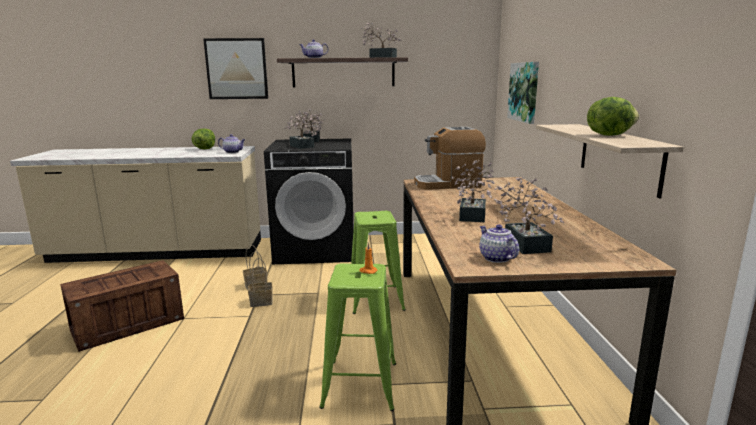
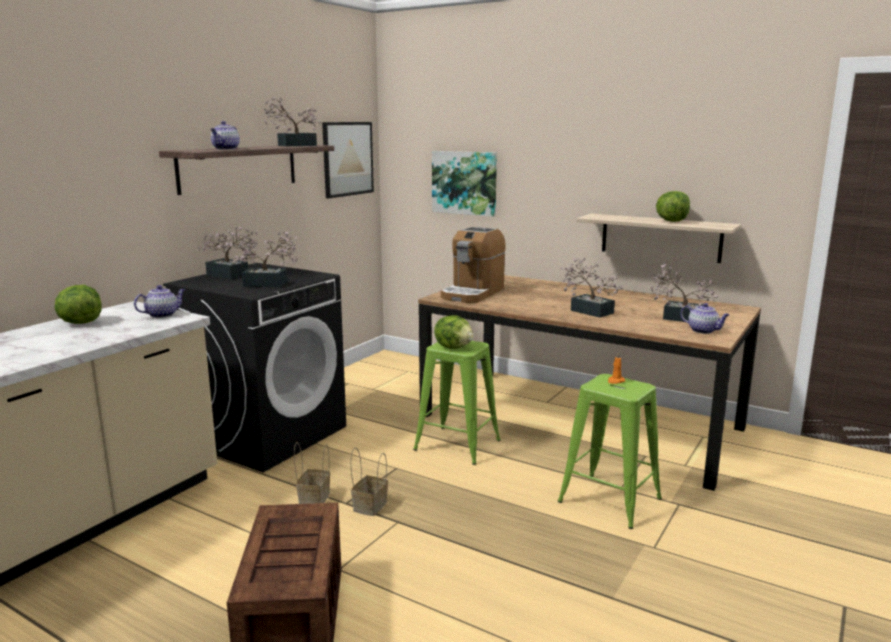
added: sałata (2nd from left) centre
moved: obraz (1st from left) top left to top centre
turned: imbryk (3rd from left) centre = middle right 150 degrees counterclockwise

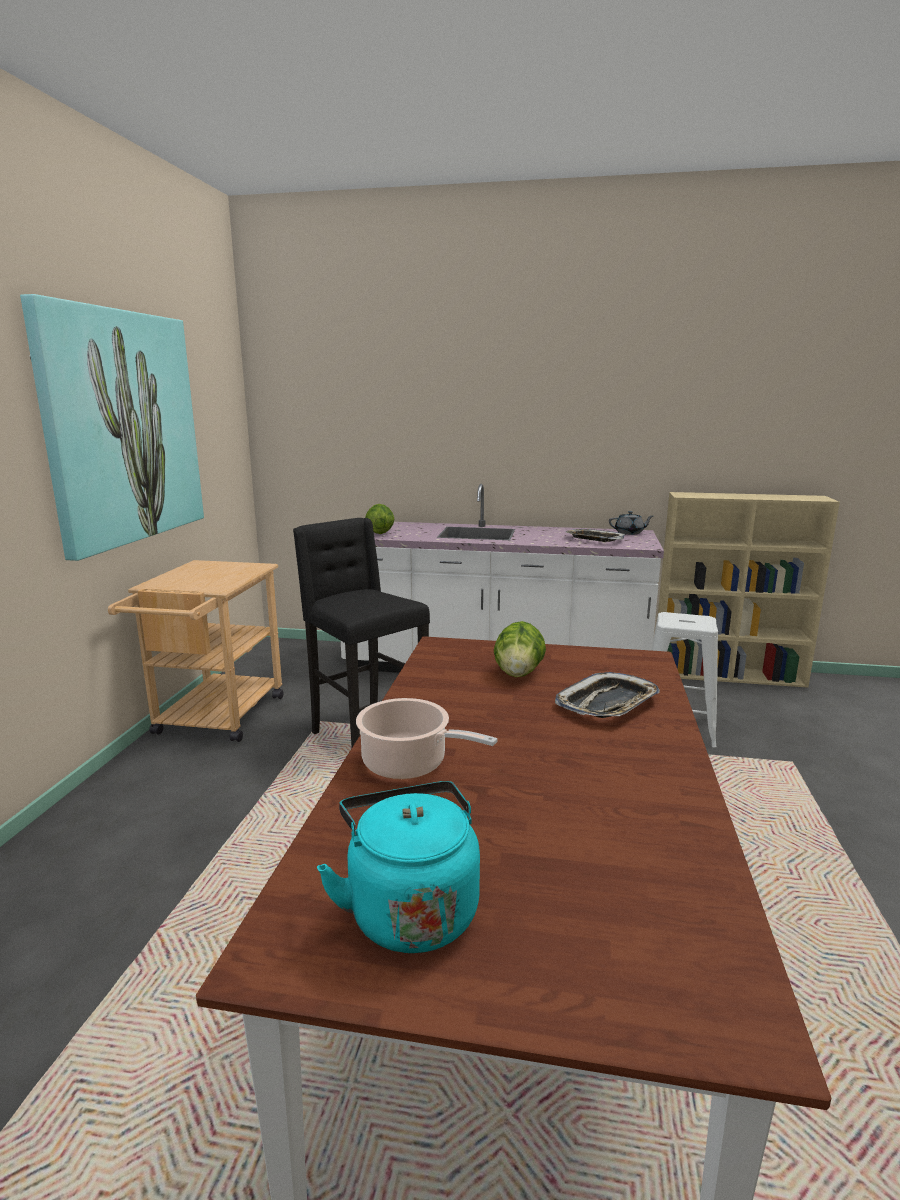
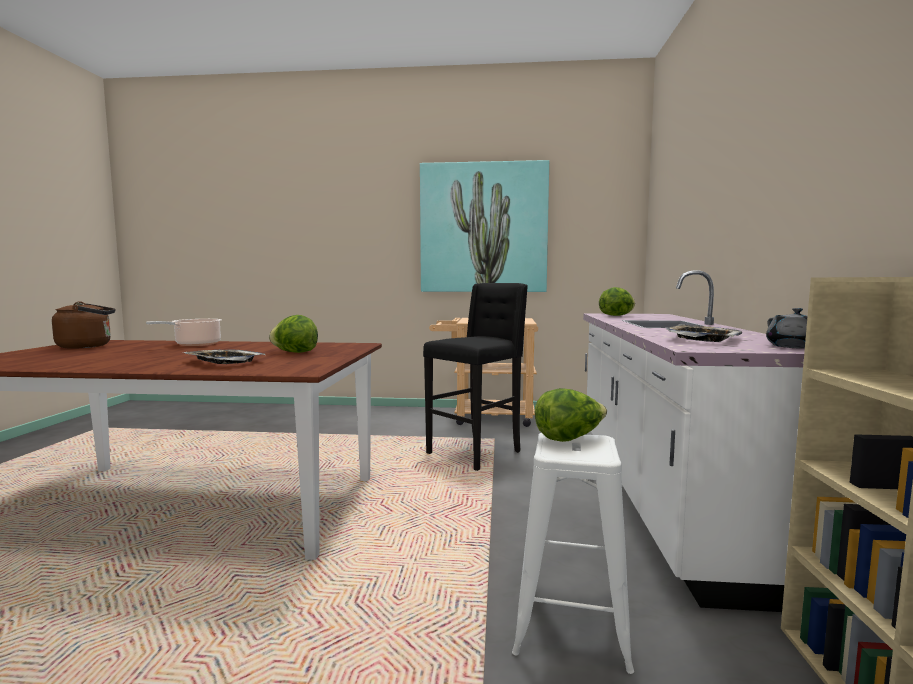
added: sałata (2nd from left) centre
recoloured: czajnik [turkusowy] bottom centre to czajnik [brązowy] middle left

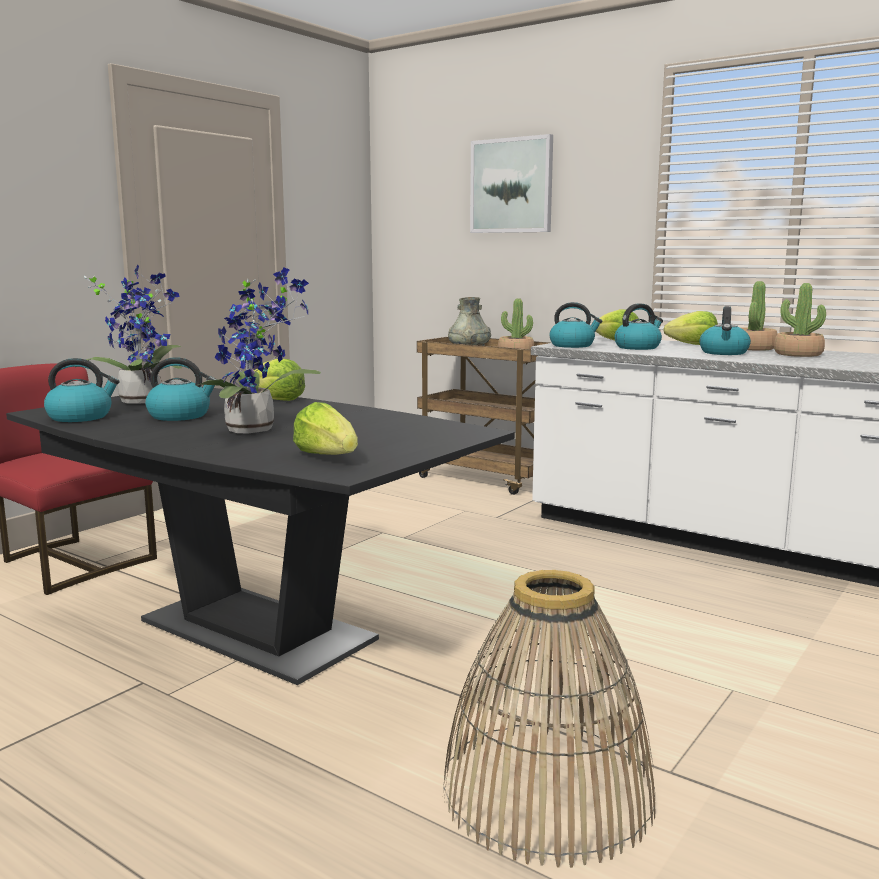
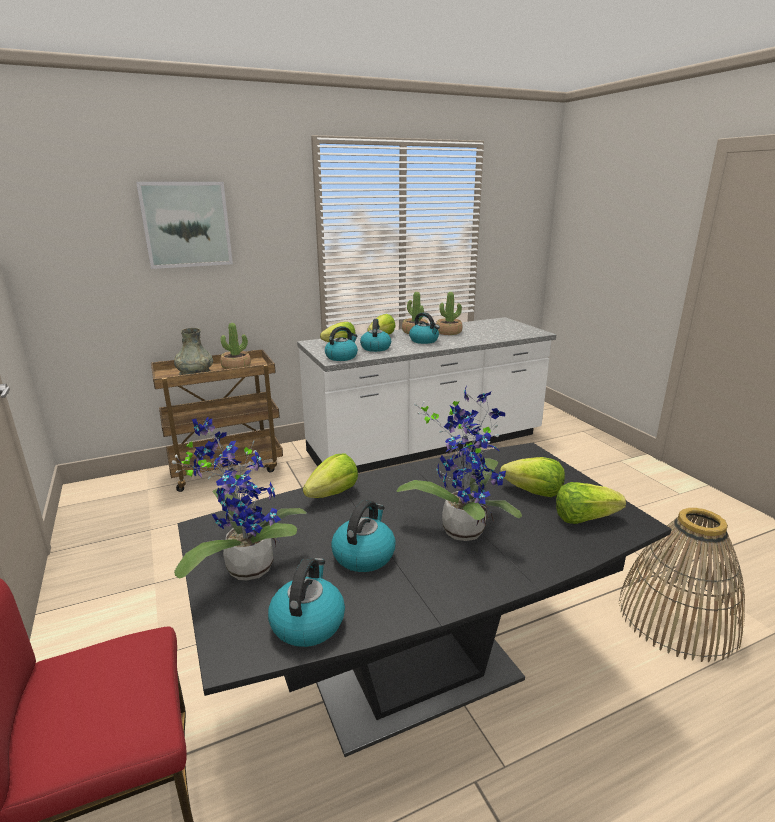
added: sałata (4th from left) middle right

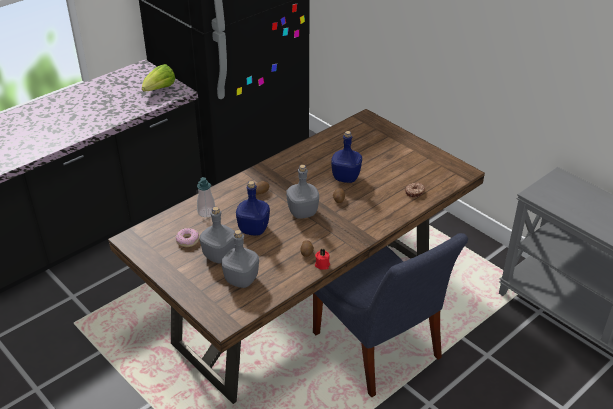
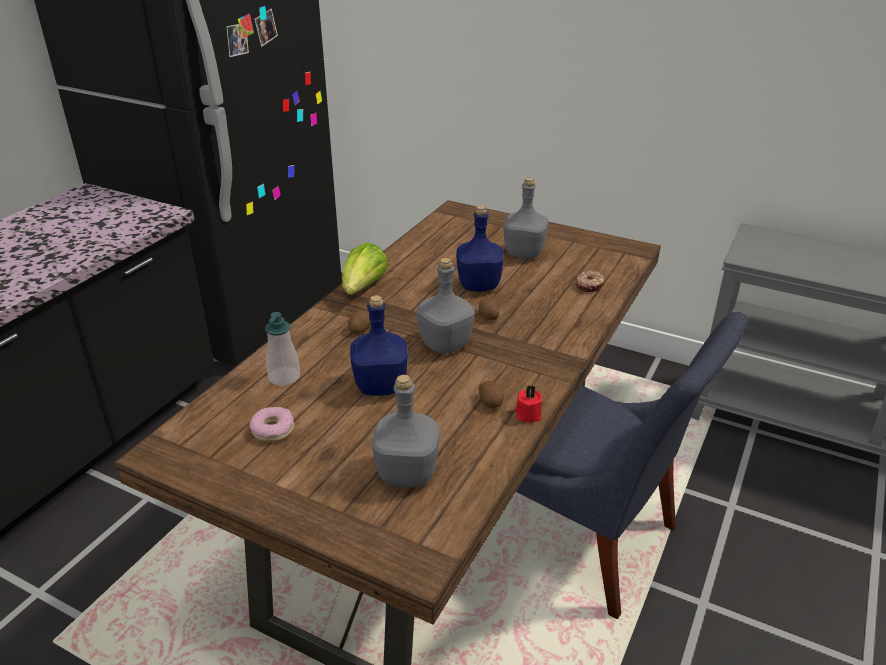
moved: sałata top left to centre; butelka [szary] (1st from left in the first image) centre to butelka [szary] (3rd from left) top centre

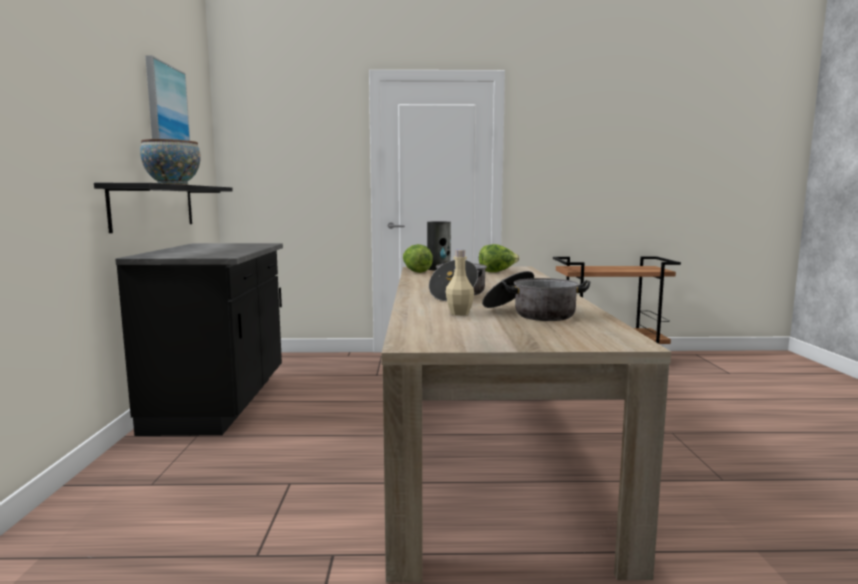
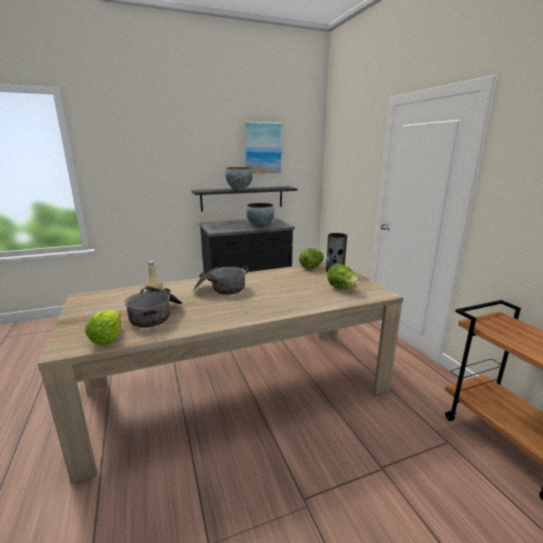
added: sałata (1st from left) middle left; miska (2nd from left) centre

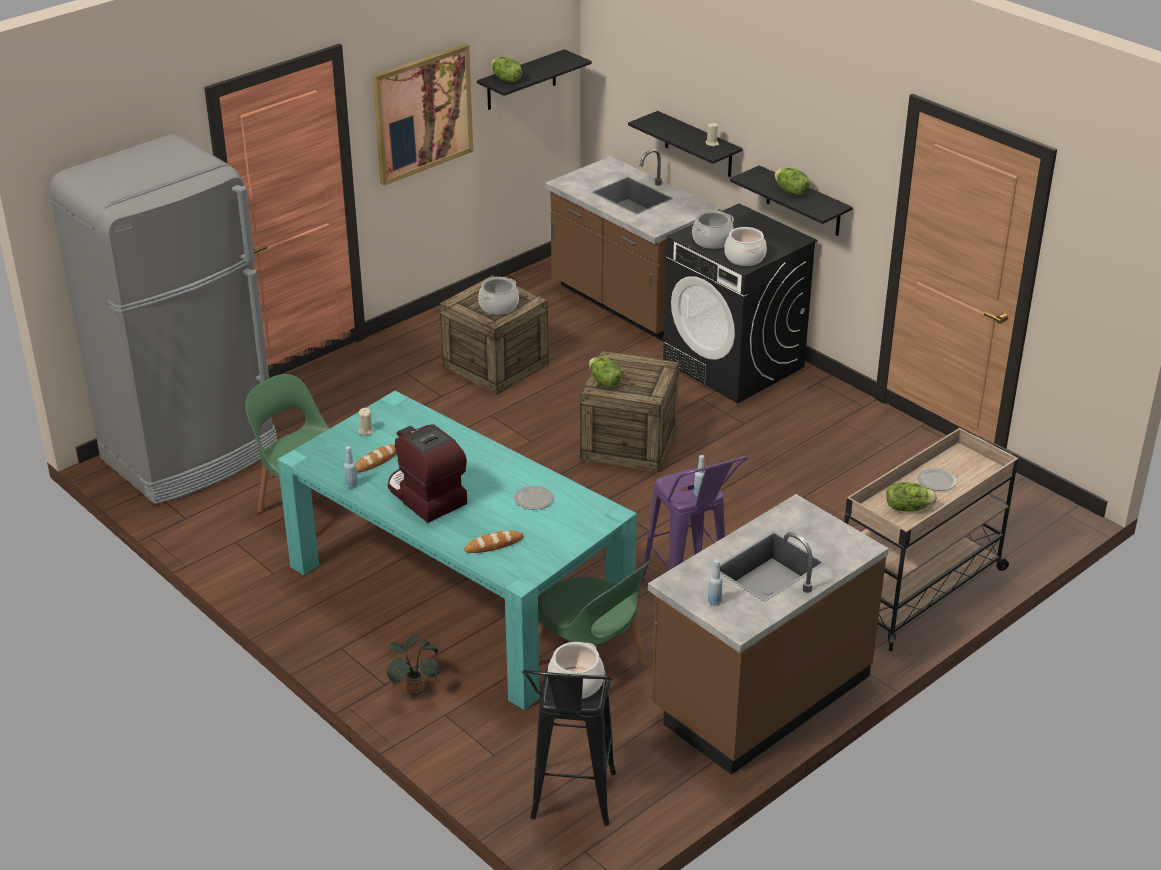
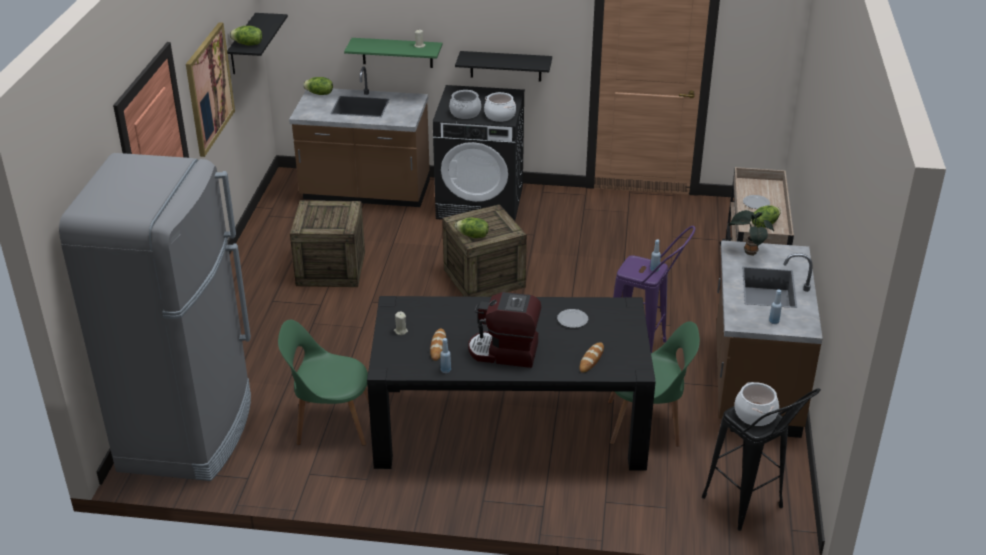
removed: garnek (1st from left) centre
moved: sałata (3rd from left in the first image) top right to sałata (2nd from left) top left; roślina doniczkowa bottom centre to middle right
recoloured: półka [czarny] (2nd from left) top centre to półka [zielony] top centre; stół jadalny [turkusowy] centre to stół jadalny [czarny] bottom centre

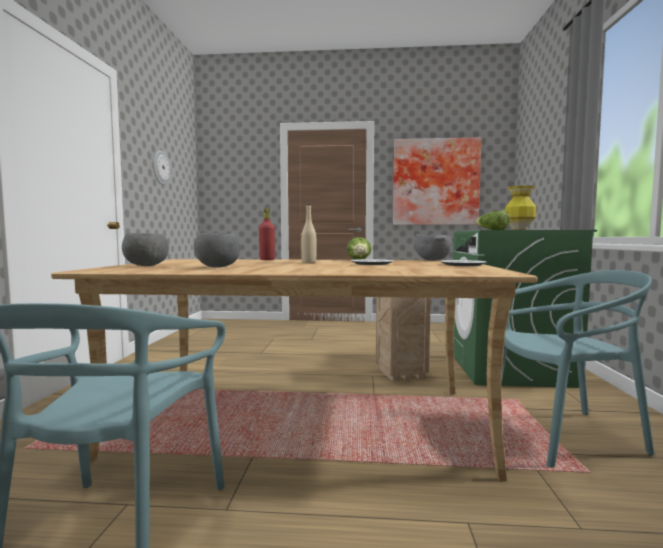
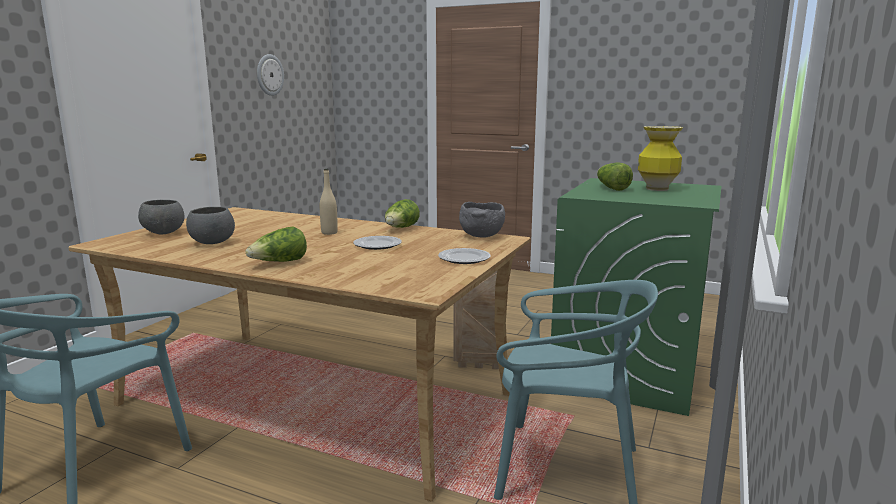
removed: butelka [czerwony] centre; obraz top centre
added: sałata (1st from left) middle left

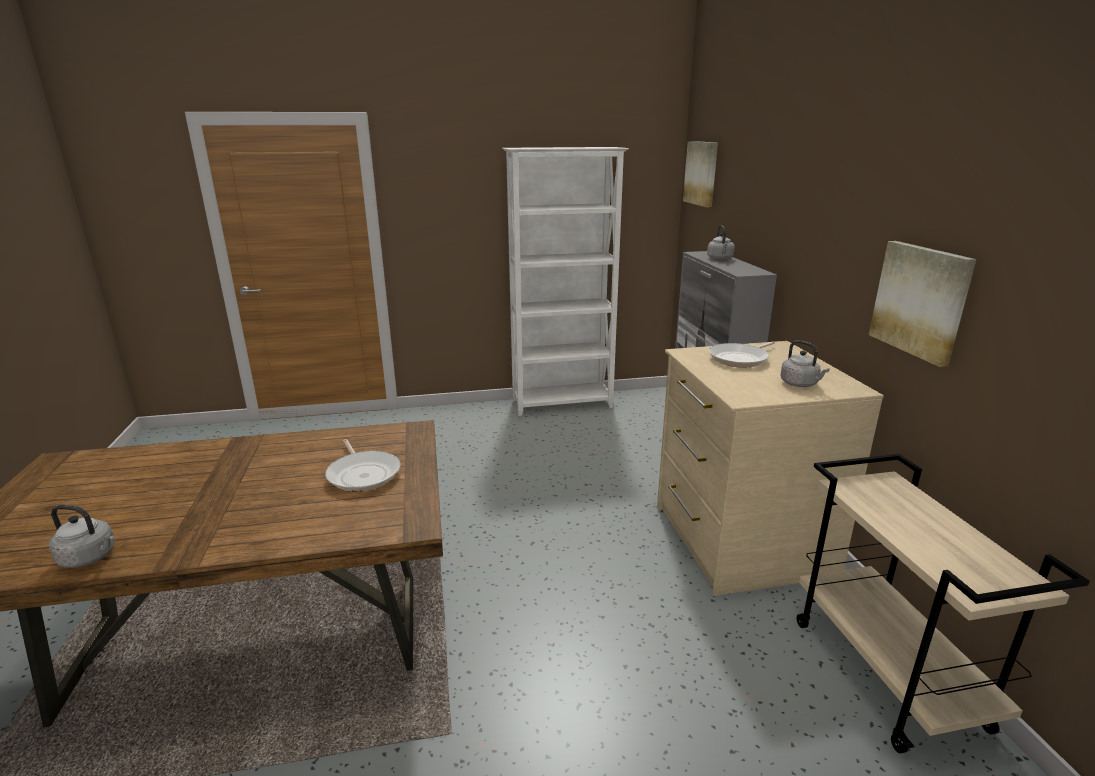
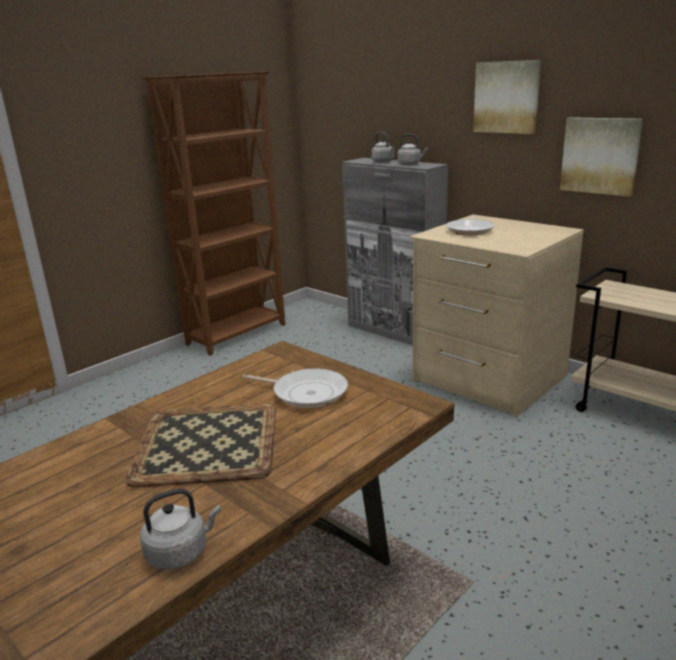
added: taca bottom left
moved: czajnik [szary] (3rd from left) middle right to top centre; obraz (1st from left) top centre to top right
recoloured: regał [biały] centre to regał [brązowy] top left

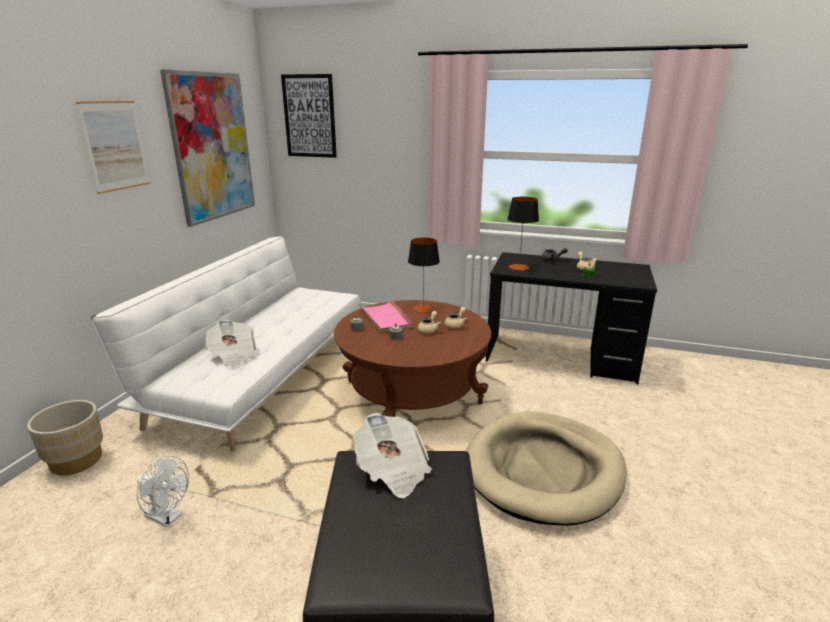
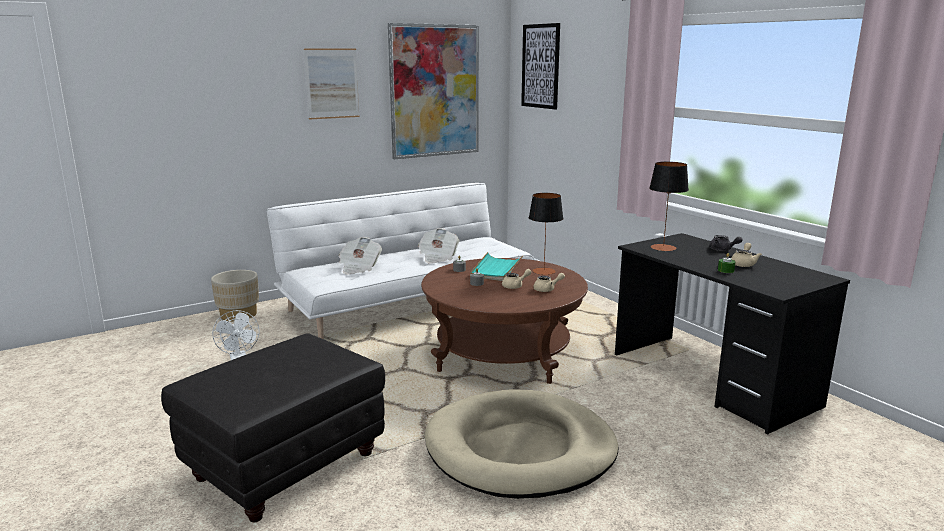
moved: gazeta (2nd from left) bottom centre to centre
recoloured: taca [różowy] centre to taca [turkusowy] centre

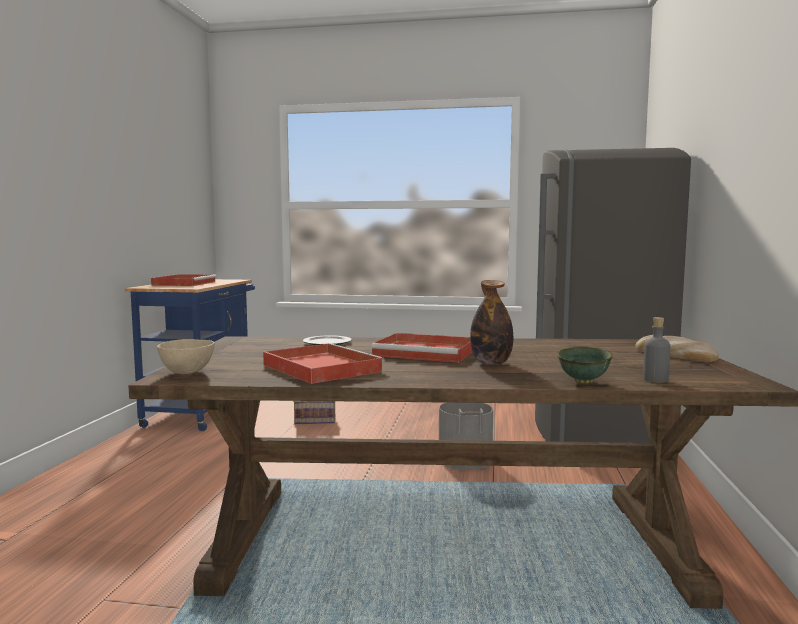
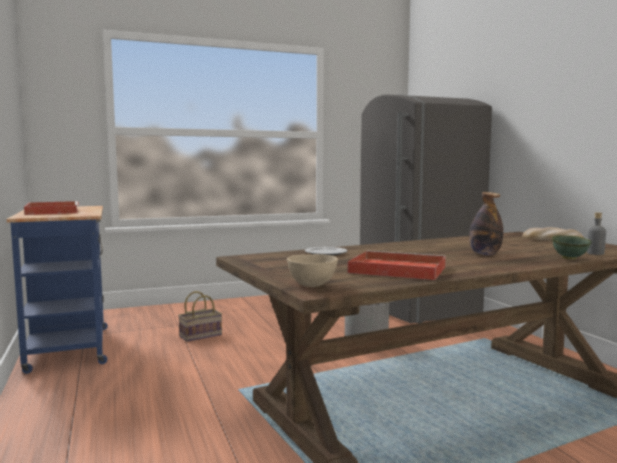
removed: taca [czerwony] (3rd from left) centre

